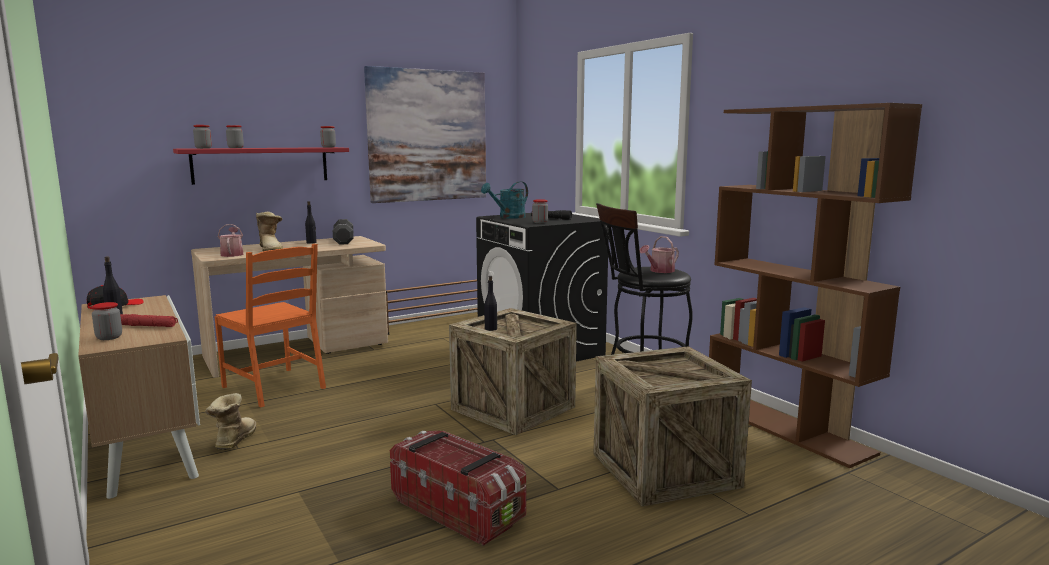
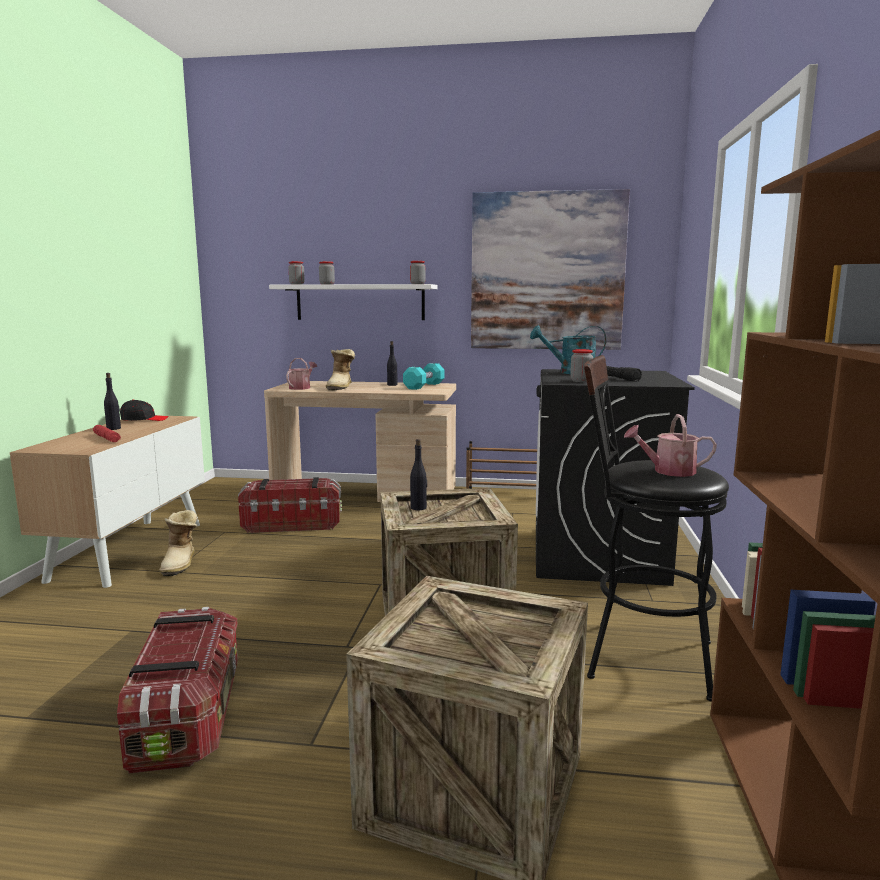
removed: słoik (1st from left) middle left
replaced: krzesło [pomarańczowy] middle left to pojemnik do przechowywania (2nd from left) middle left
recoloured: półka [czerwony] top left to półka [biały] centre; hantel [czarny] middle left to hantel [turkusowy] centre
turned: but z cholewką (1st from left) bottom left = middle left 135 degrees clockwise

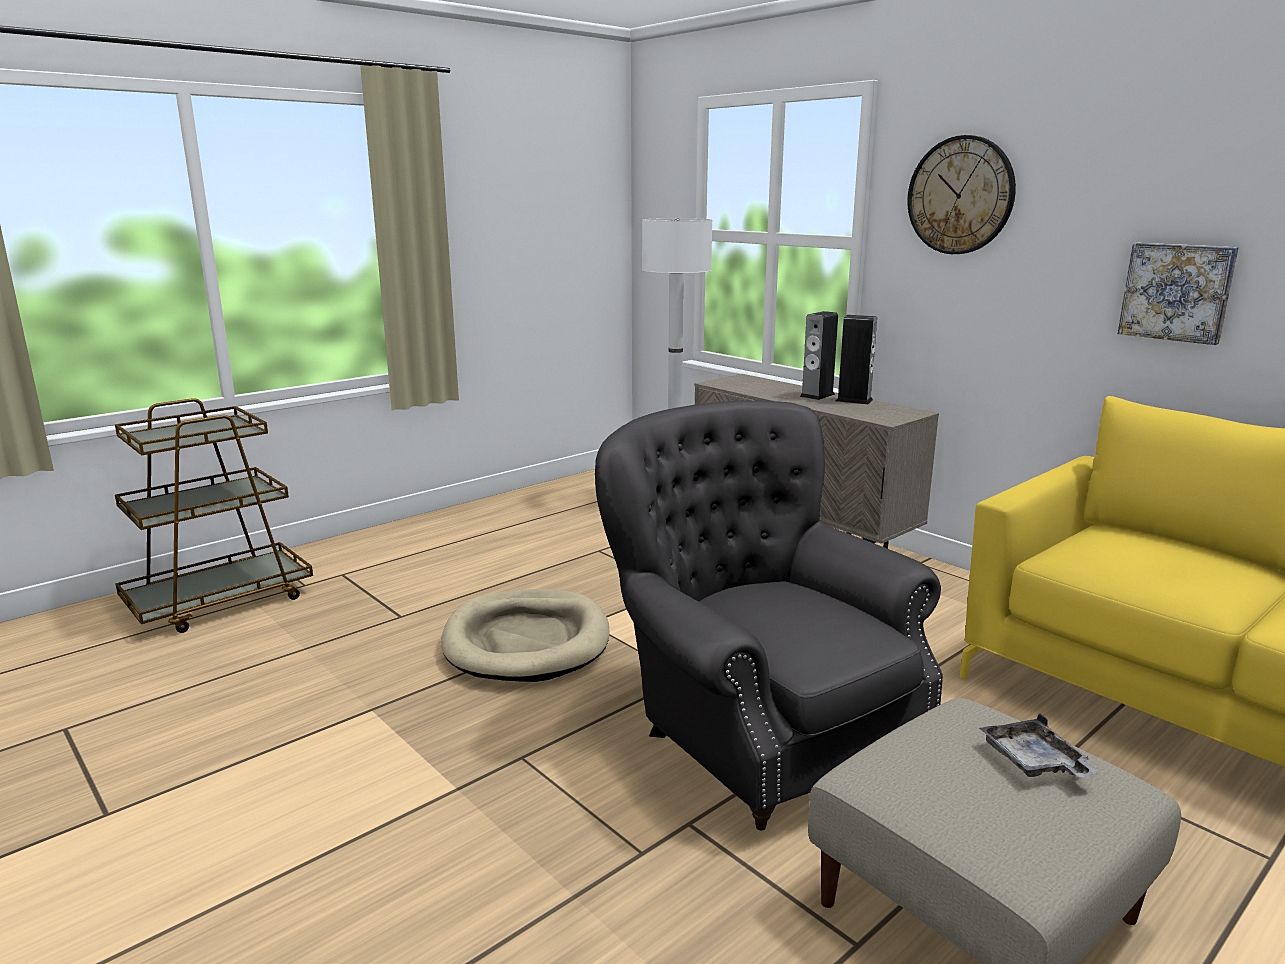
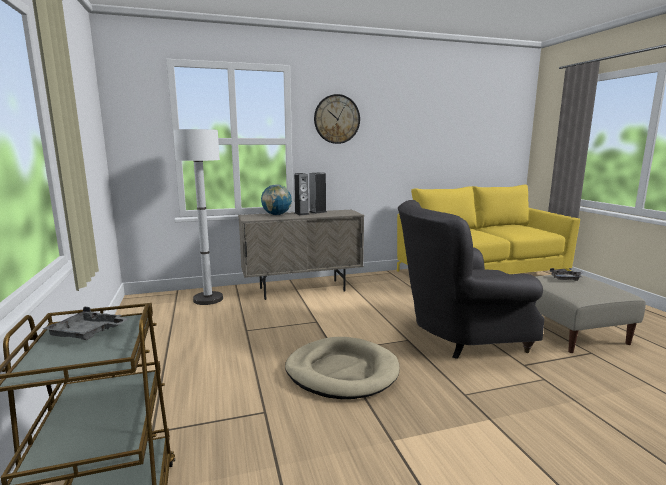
removed: obraz top right
added: taca [szary] (1st from left) middle left; globus centre

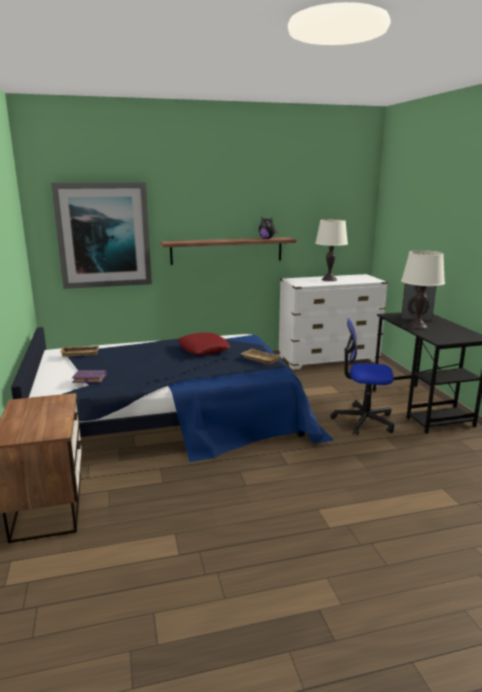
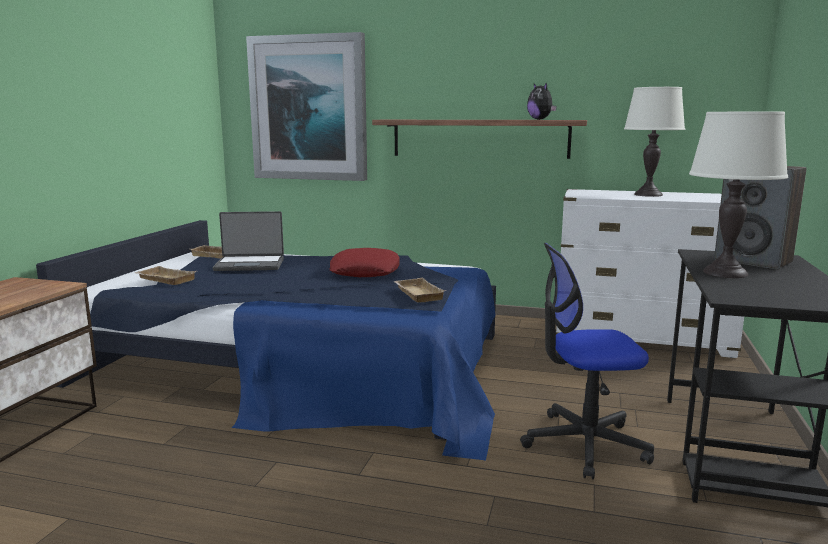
added: laptop middle left
replaced: książka [fioletowy] middle left to taca [beżowy] (1st from left) middle left
turned: krzesło biurowe middle right = middle right 45 degrees counterclockwise

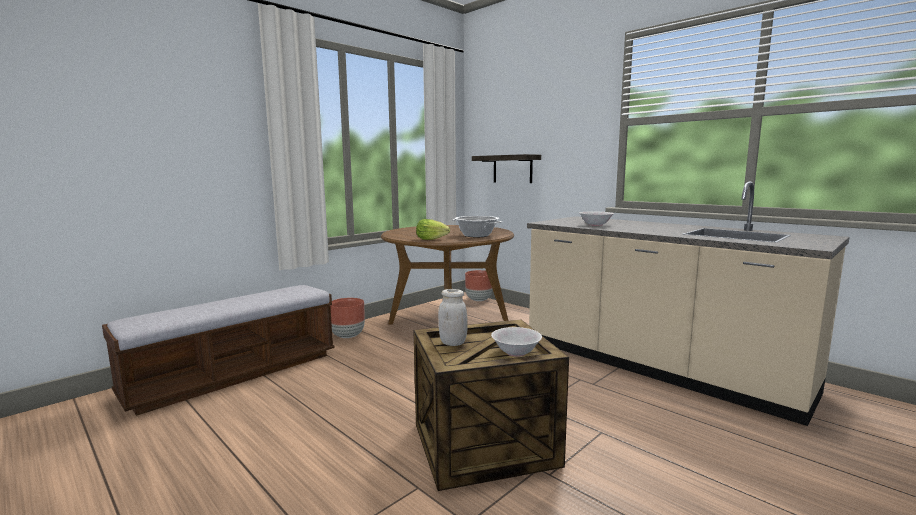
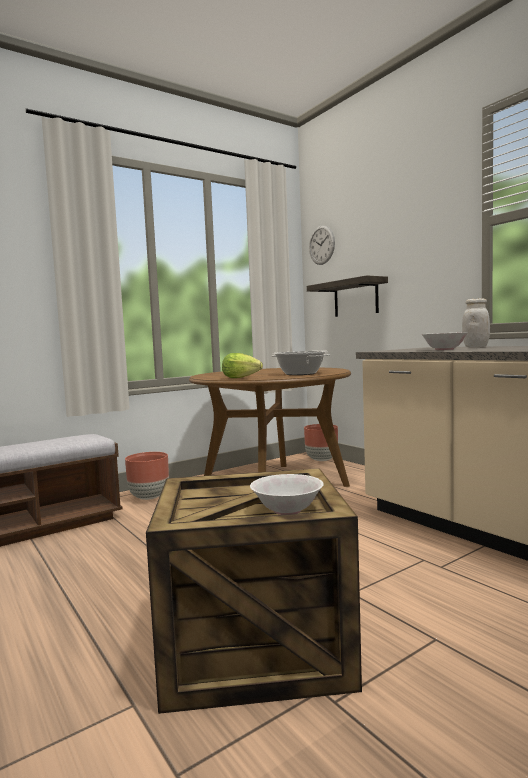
added: zegar ścienny top centre
moved: słoik [biały] centre to middle right

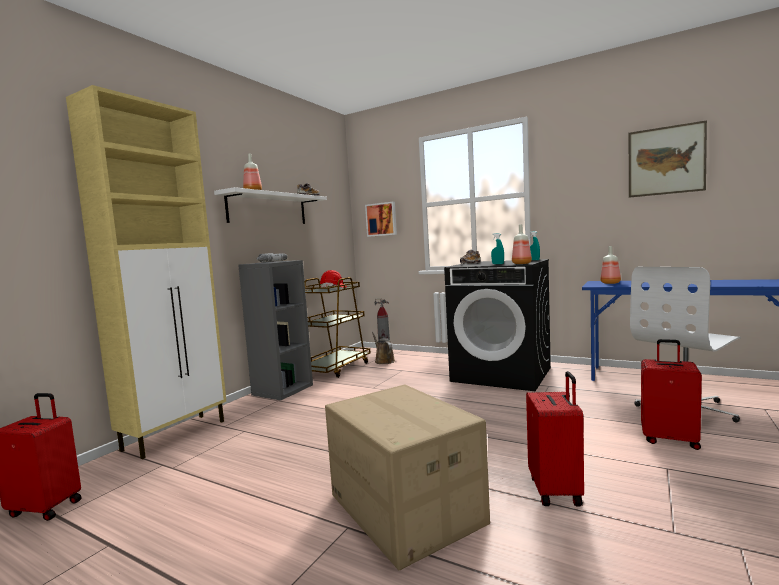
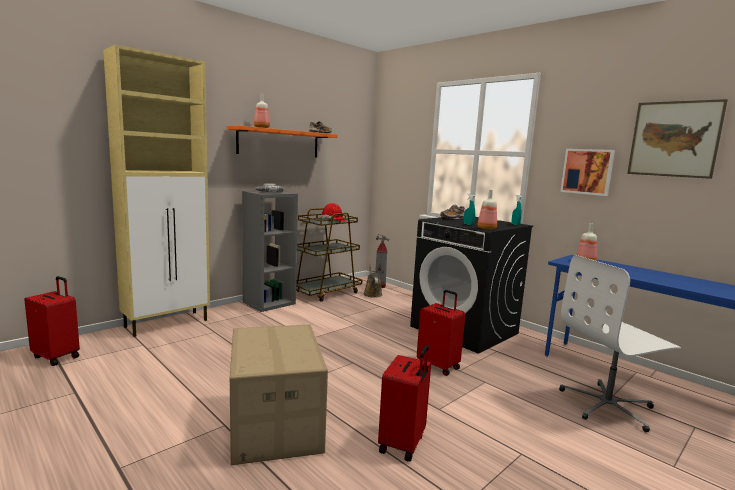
moved: walizka [czerwony] (3rd from left) bottom right to bottom centre; obraz (1st from left) centre to middle right
recoloured: półka [biały] centre to półka [pomarańczowy] top centre

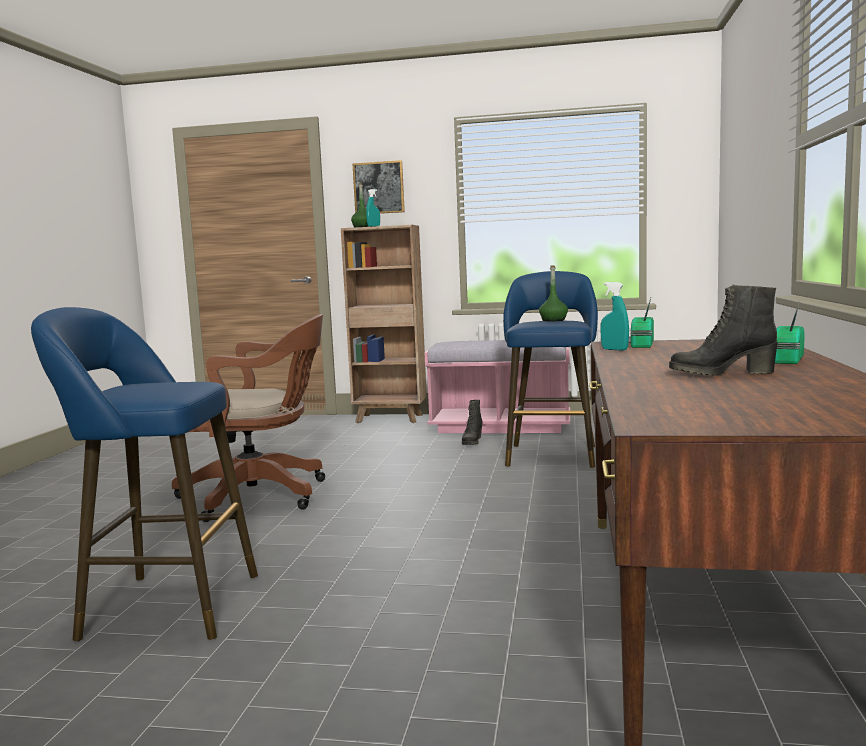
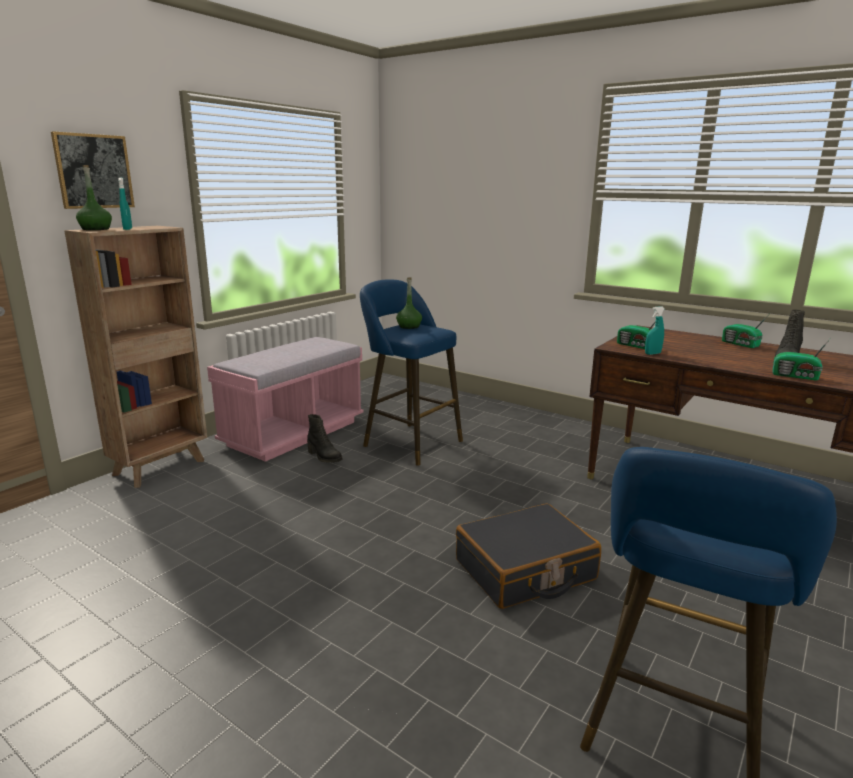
removed: krzesło biurowe [brązowy] middle left
added: walizka [czarny] bottom centre; radio (3rd from left) middle right

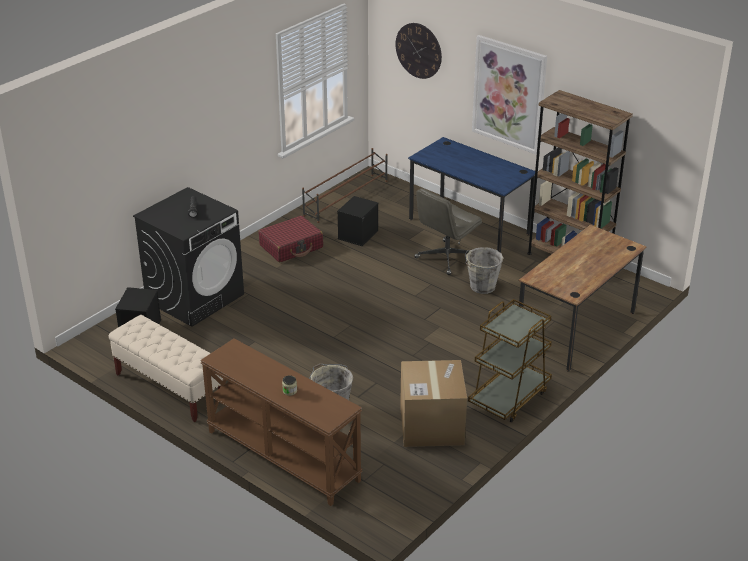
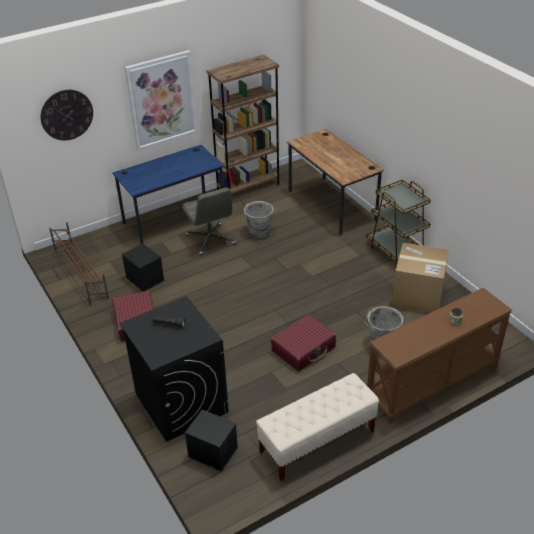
added: walizka [czerwony] (2nd from left) centre

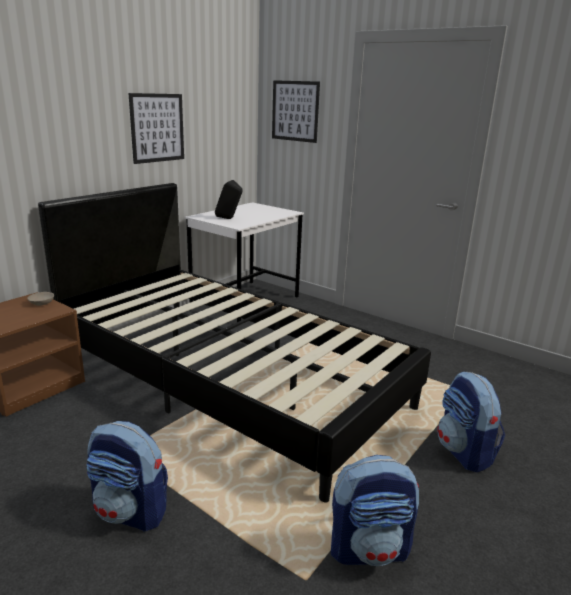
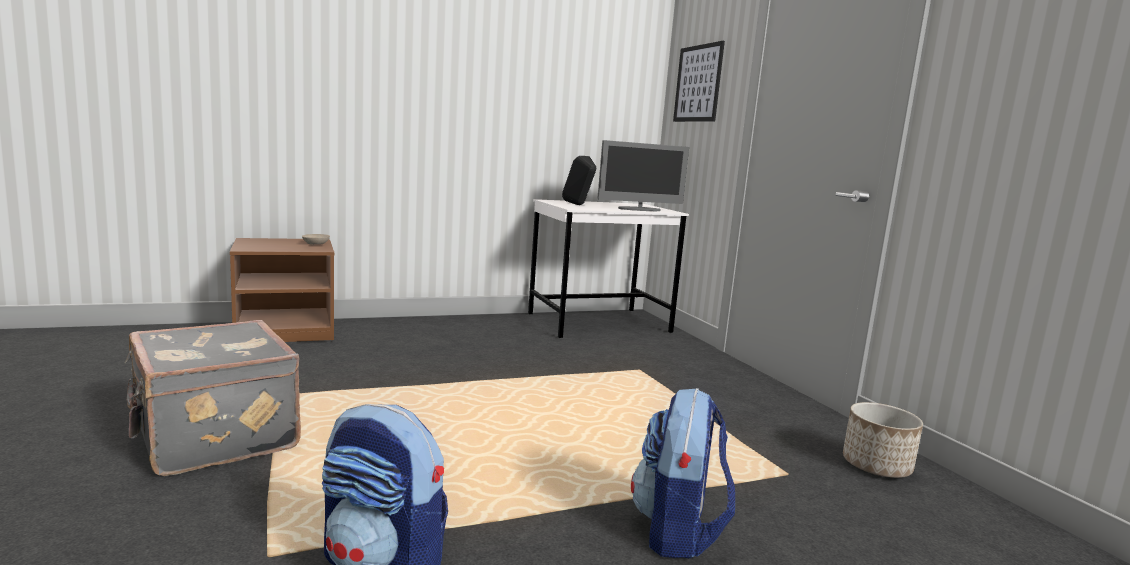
removed: łóżko [czarny] centre; obraz (1st from left) top left
added: monitor top centre; donica bottom right
replaced: plecak (1st from left) bottom left to walizka [szary] bottom left

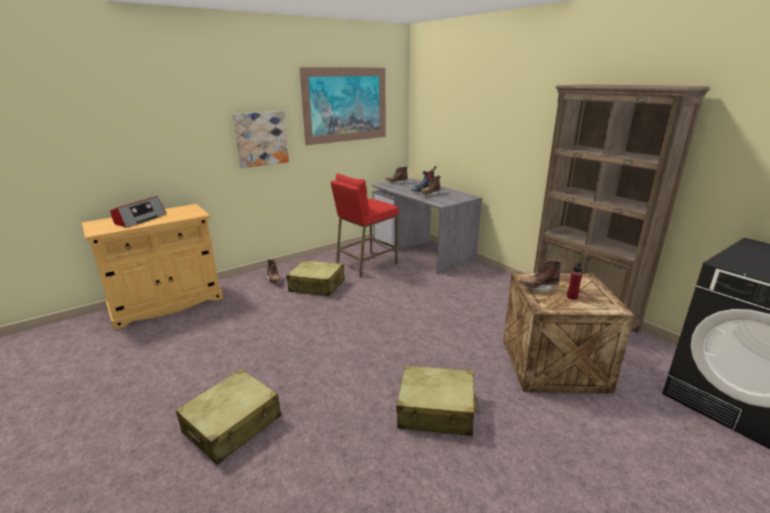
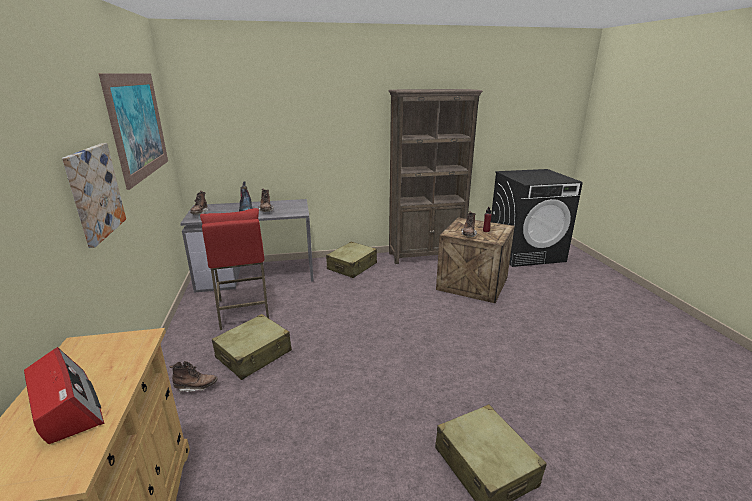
moved: walizka [beżowy] (3rd from left in the first image) bottom centre to walizka [beżowy] (2nd from left) centre

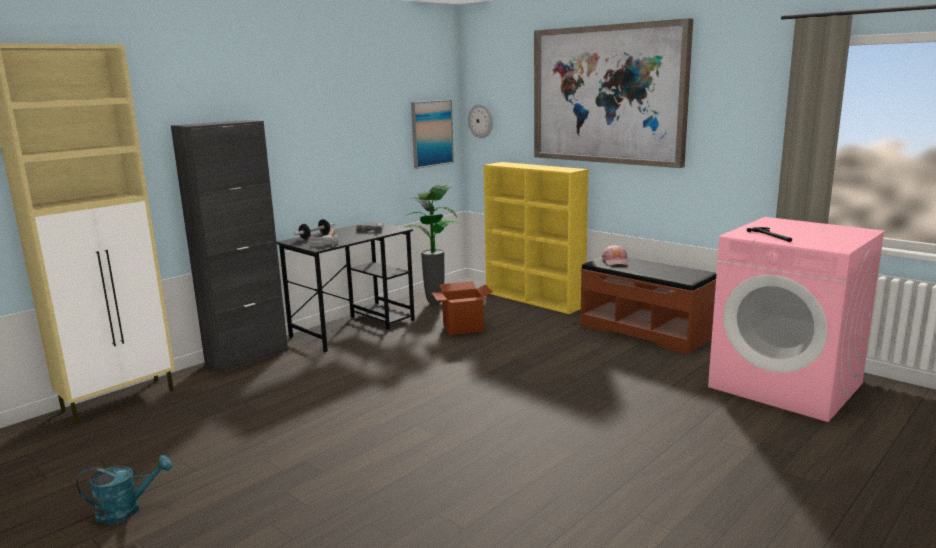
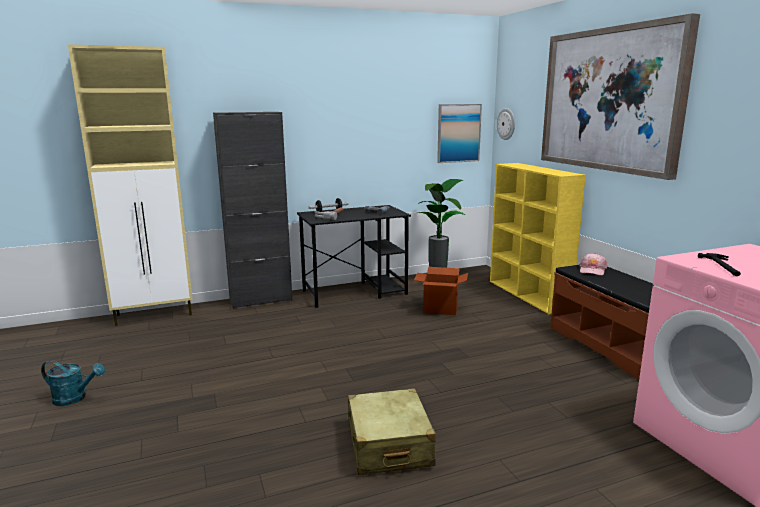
added: walizka [beżowy] bottom centre

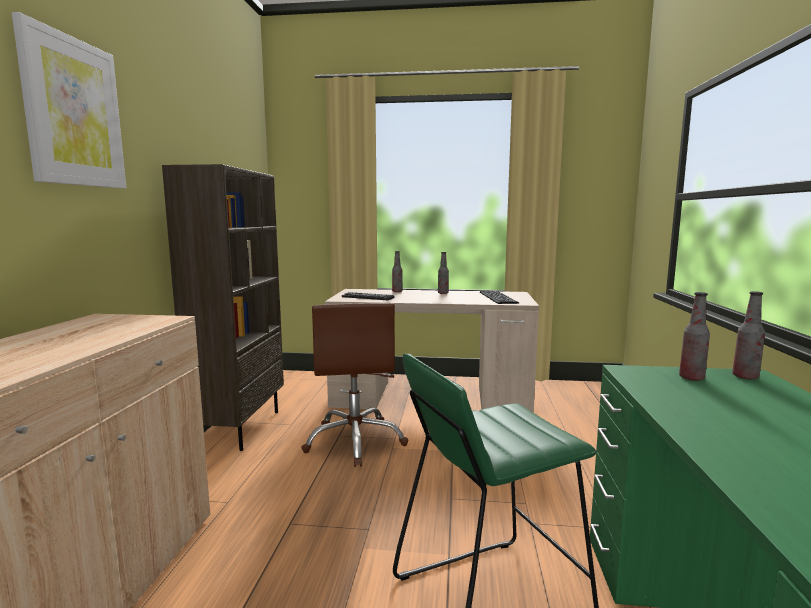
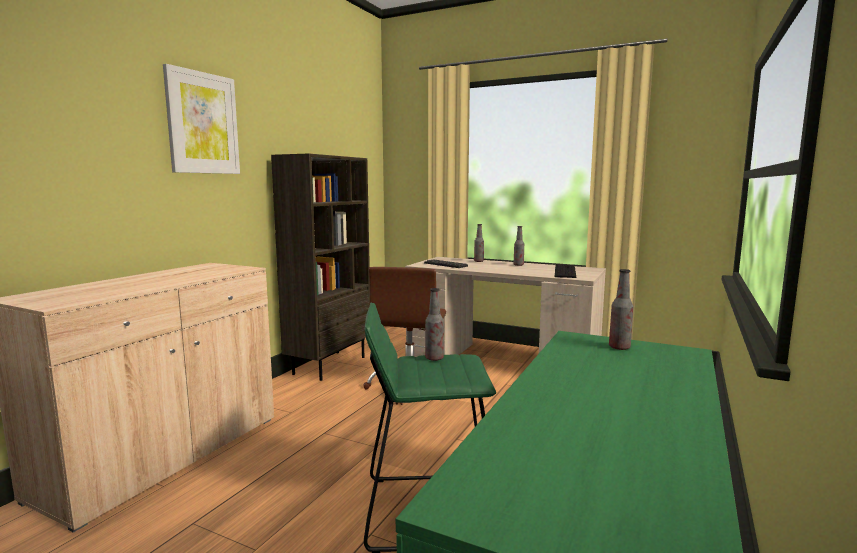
moved: butelka (4th from left in the first image) middle right to butelka (1st from left) centre

